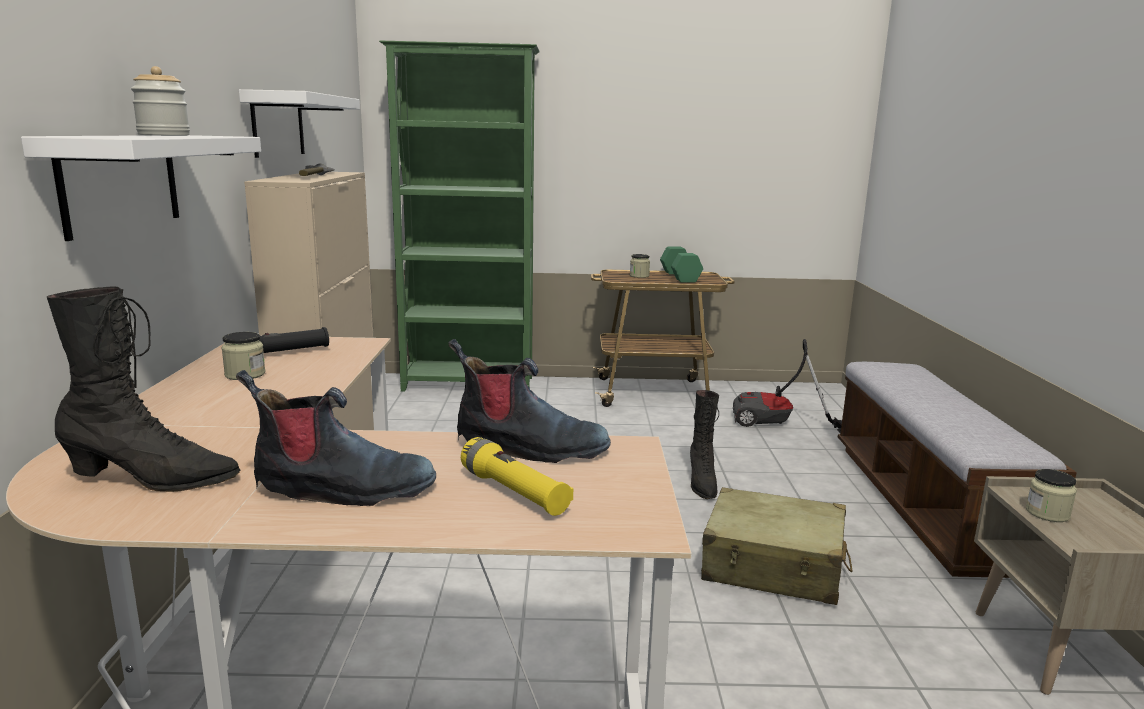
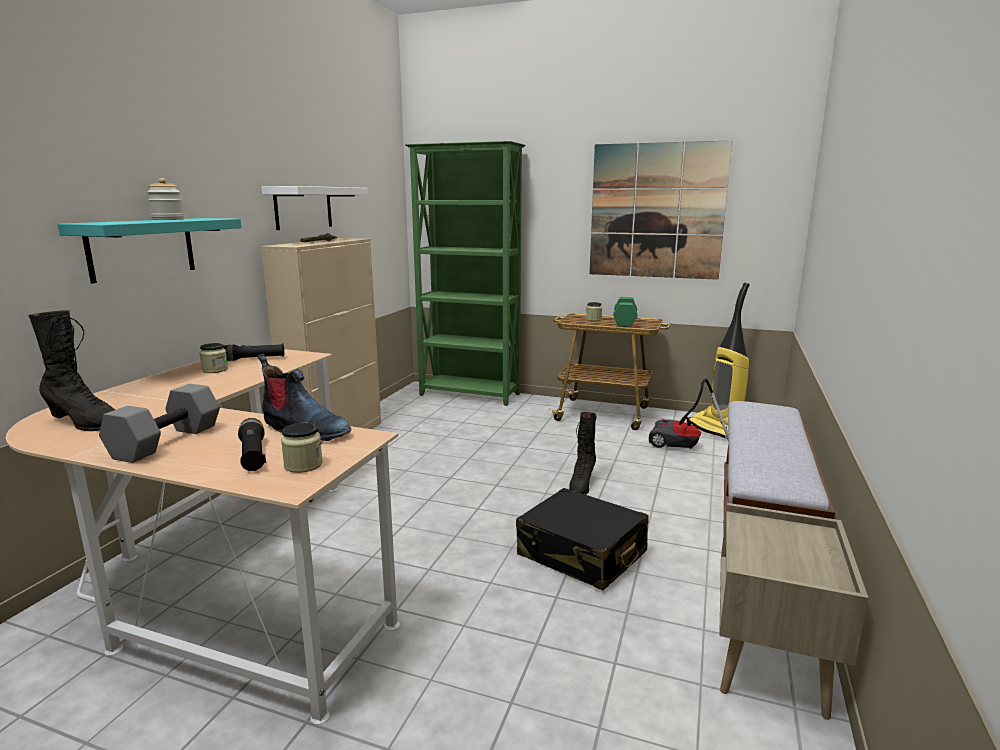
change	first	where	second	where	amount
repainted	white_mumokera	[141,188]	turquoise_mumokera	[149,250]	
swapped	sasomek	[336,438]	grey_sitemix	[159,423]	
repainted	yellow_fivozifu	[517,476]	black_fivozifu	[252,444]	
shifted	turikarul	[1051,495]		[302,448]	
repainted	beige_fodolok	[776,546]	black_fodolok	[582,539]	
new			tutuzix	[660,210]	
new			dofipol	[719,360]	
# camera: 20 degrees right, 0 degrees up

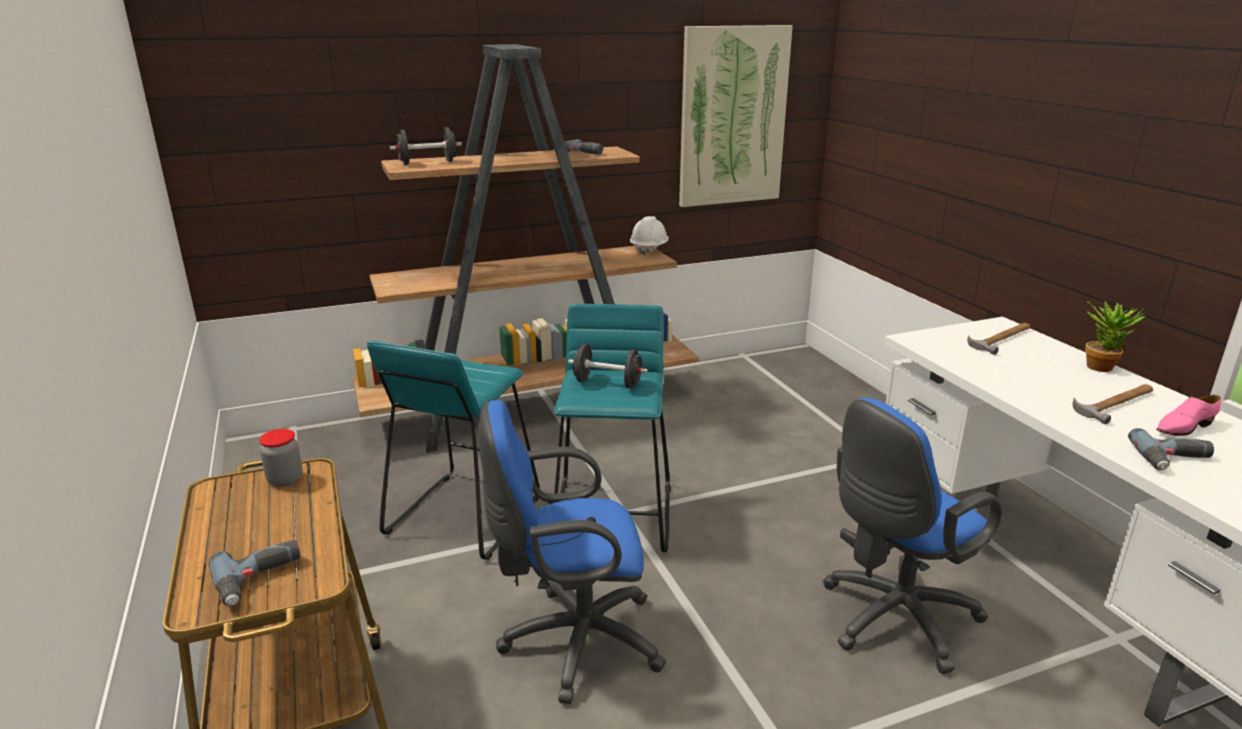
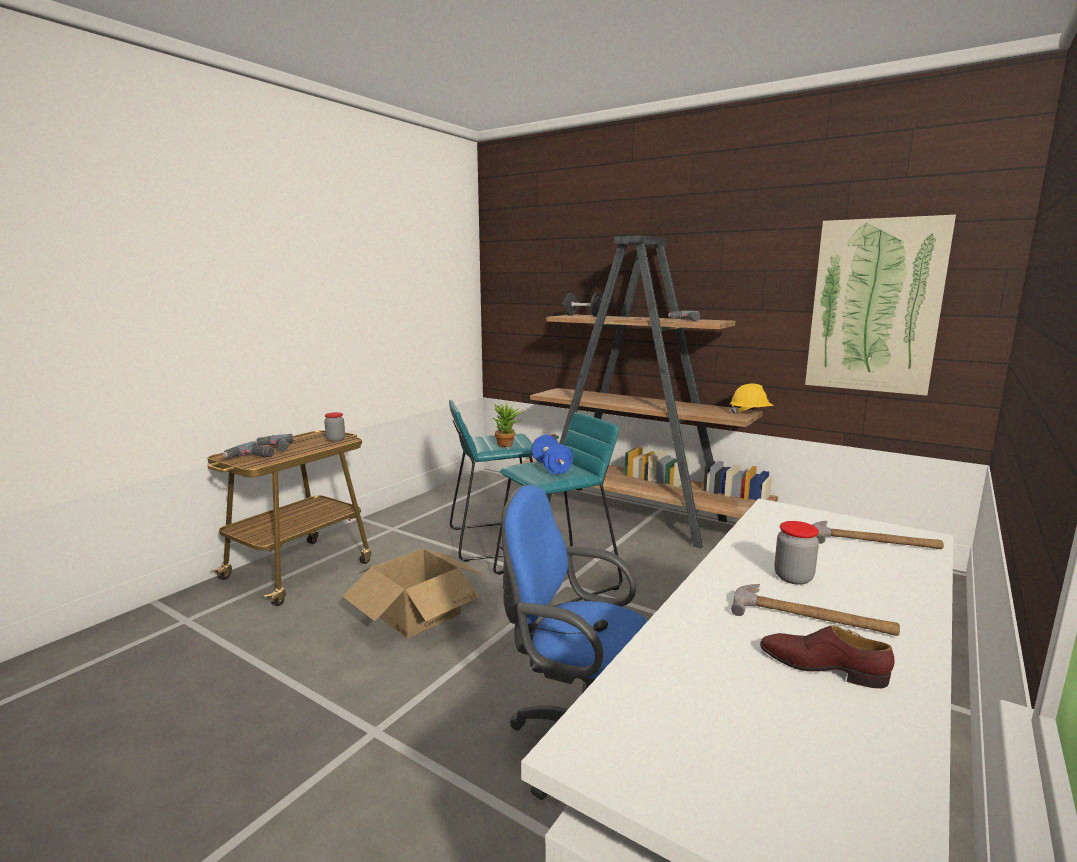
change	first	where	second	where	amount
repainted	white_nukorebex	[649,236]	yellow_nukorebex	[752,399]	
shifted	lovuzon	[1115,336]		[508,425]	
repainted	black_sitemix	[608,366]	blue_sitemix	[552,454]	
repainted	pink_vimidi	[1189,415]	brown_vimidi	[827,657]	
swapped	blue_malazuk	[572,552]	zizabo	[413,593]	
shifted	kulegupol	[1171,449]		[274,443]	
new			turikarul	[796,553]	
# camera: 55 degrees right, 10 degrees down

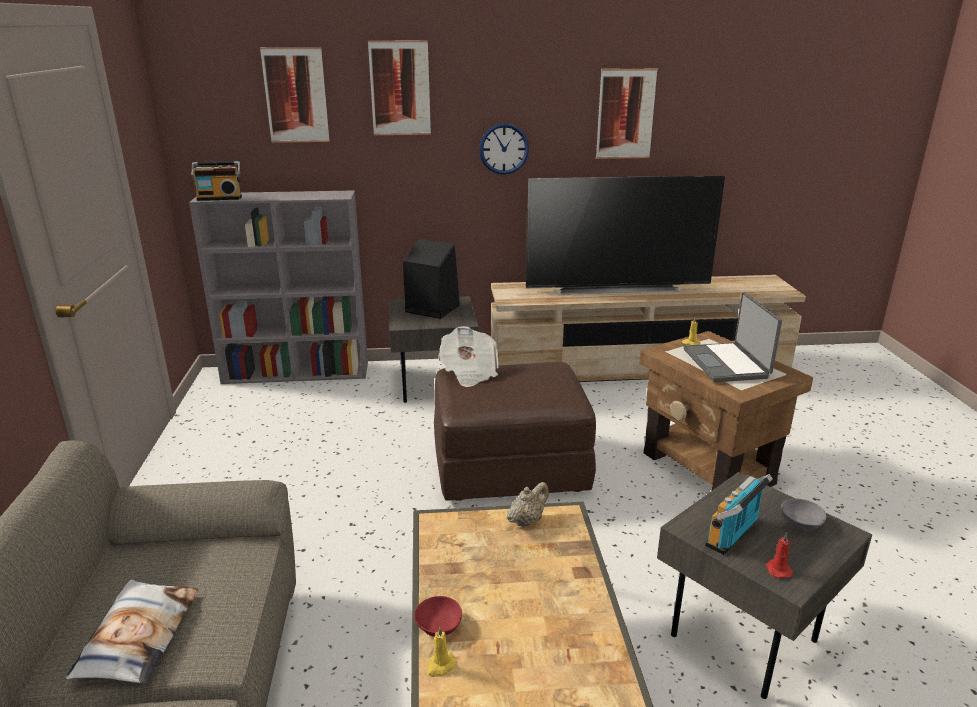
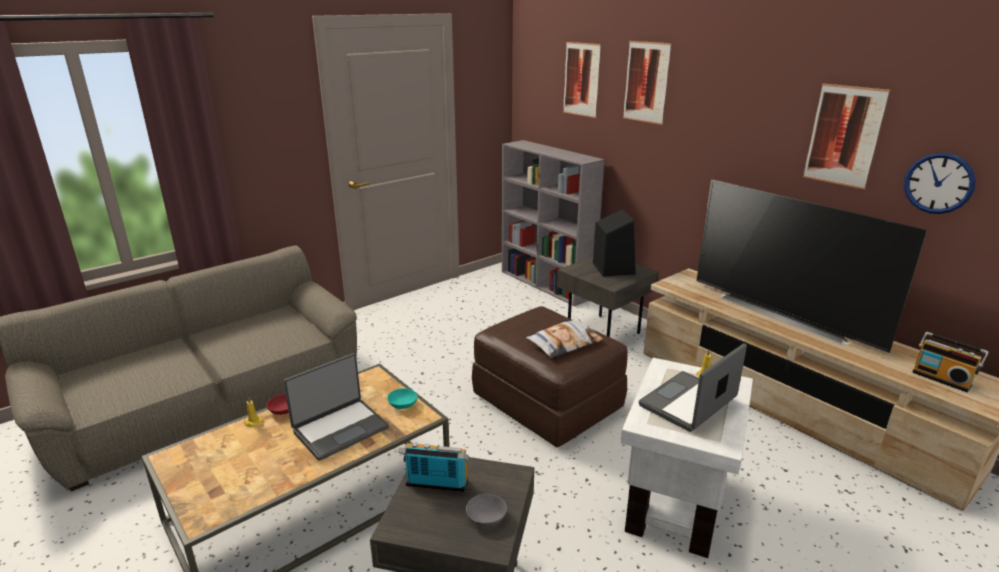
change	first	where	second	where	amount
shifted	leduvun	[504,149]		[940,183]	
shifted	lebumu	[216,181]		[950,362]	
gone	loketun	[468,356]			
repainted	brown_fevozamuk	[726,410]	white_fevozamuk	[687,458]	
swapped	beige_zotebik	[528,505]	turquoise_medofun	[402,398]	
gone	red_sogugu	[779,555]			
shifted	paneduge	[132,632]		[564,338]	
new			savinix	[336,407]	
# camera: 55 degrees right, 0 degrees up

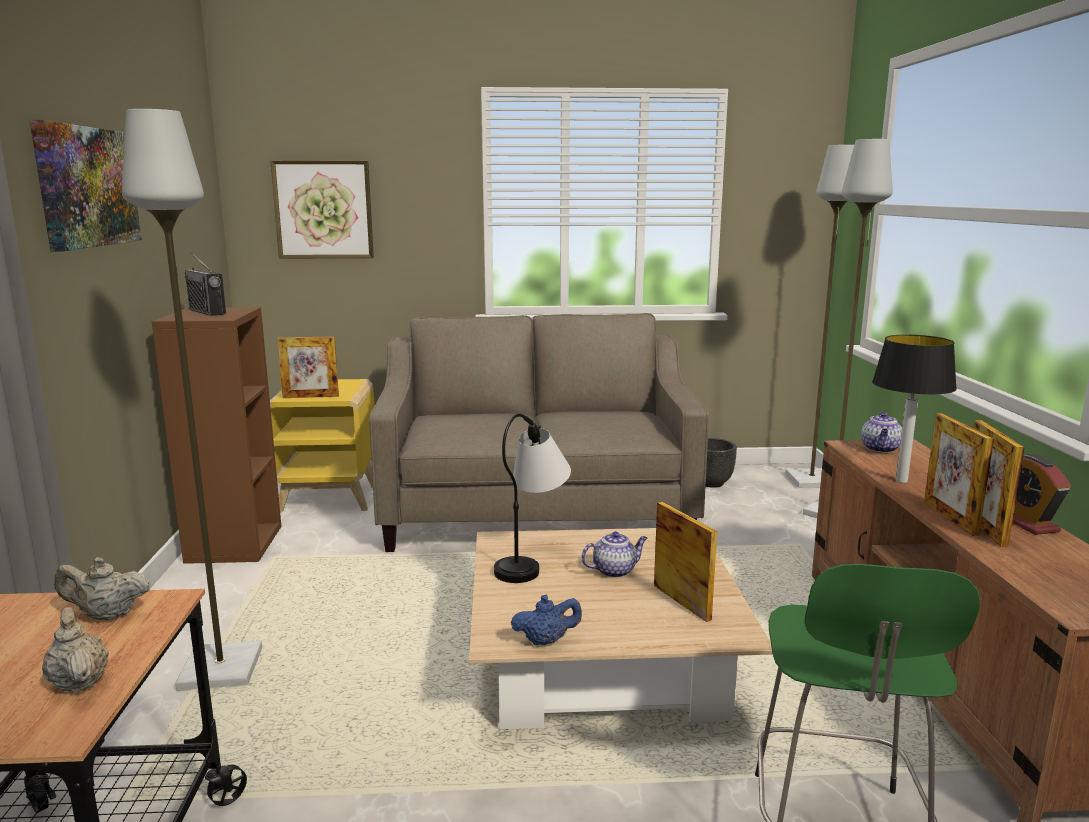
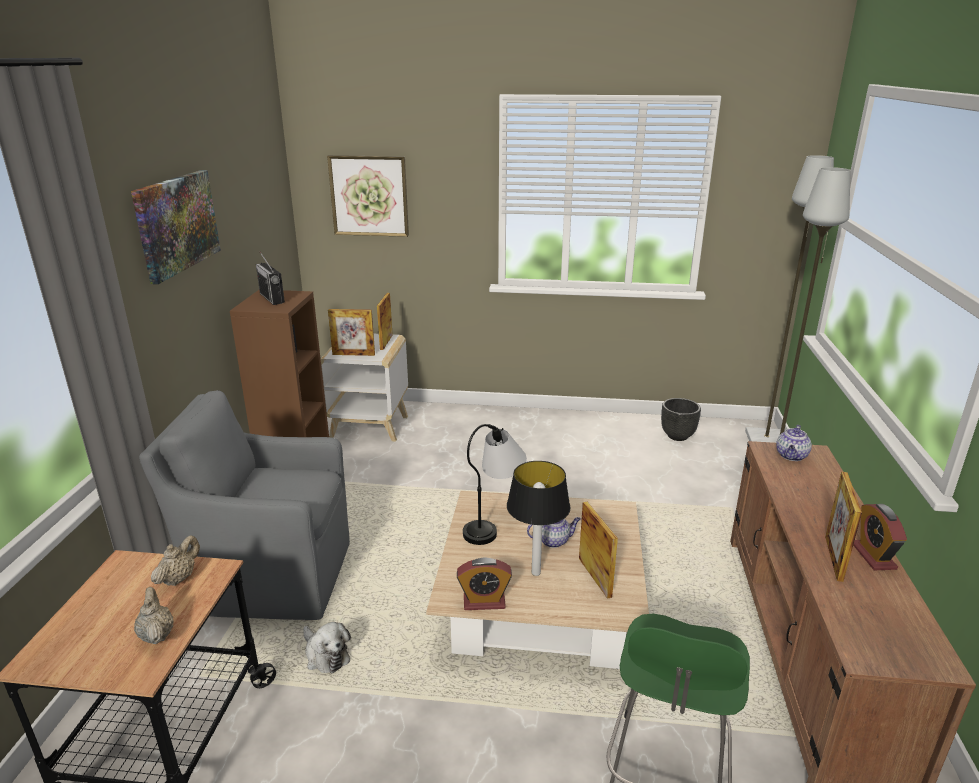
change	first	where	second	where	amount
swapped	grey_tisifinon	[192,400]	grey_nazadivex	[244,505]	
gone	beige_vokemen	[539,432]			
shifted	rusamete	[914,409]		[538,518]	
repainted	yellow_fevozamuk	[322,446]	white_fevozamuk	[364,388]	
shifted	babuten	[959,474]		[385,321]	
rotated	beige_zotebik	[102,588]		[175,560]	105 degrees clockwise
swapped	blue_zotebik	[546,620]	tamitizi	[484,583]	
new			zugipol	[327,648]	
# camera: 10 degrees right, 10 degrees up

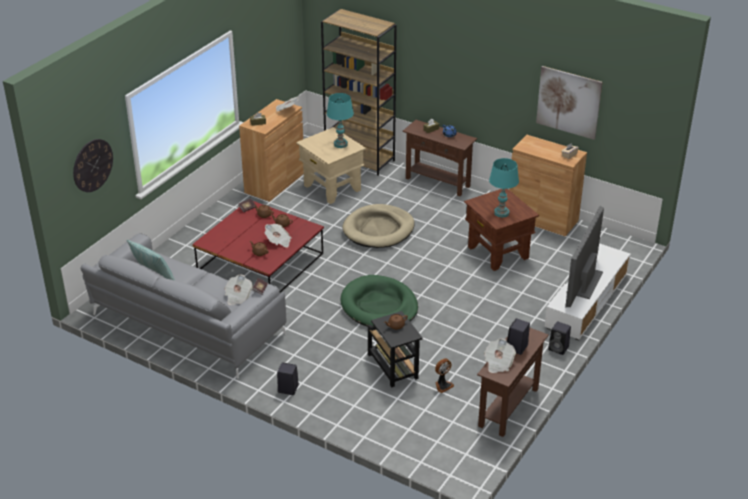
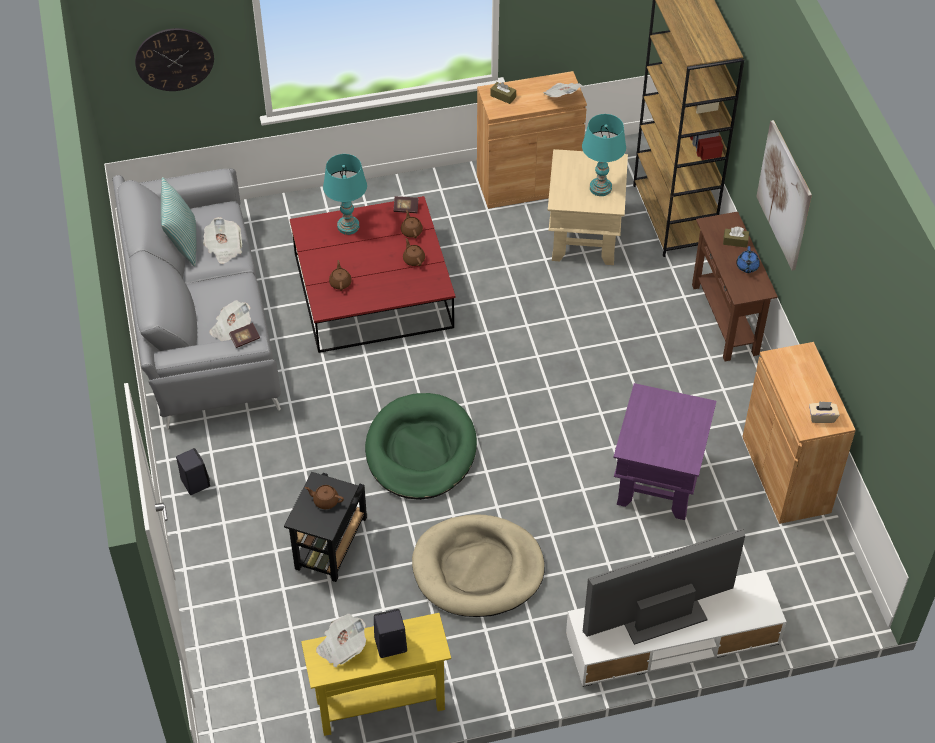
change	first	where	second	where	amount
shifted	tutuzix	[569,103]		[784,195]	
shifted	turquoise_rusamete	[504,187]		[345,194]	
repainted	brown_fevozamuk	[501,230]	purple_fevozamuk	[664,451]	
shifted	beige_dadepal	[378,226]		[478,565]	
shifted	loketun	[278,236]		[222,240]	
gone	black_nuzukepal	[559,338]			
repainted	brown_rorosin	[513,382]	yellow_rorosin	[376,674]	
gone	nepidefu	[444,376]			
# camera: 45 degrees right, 15 degrees up

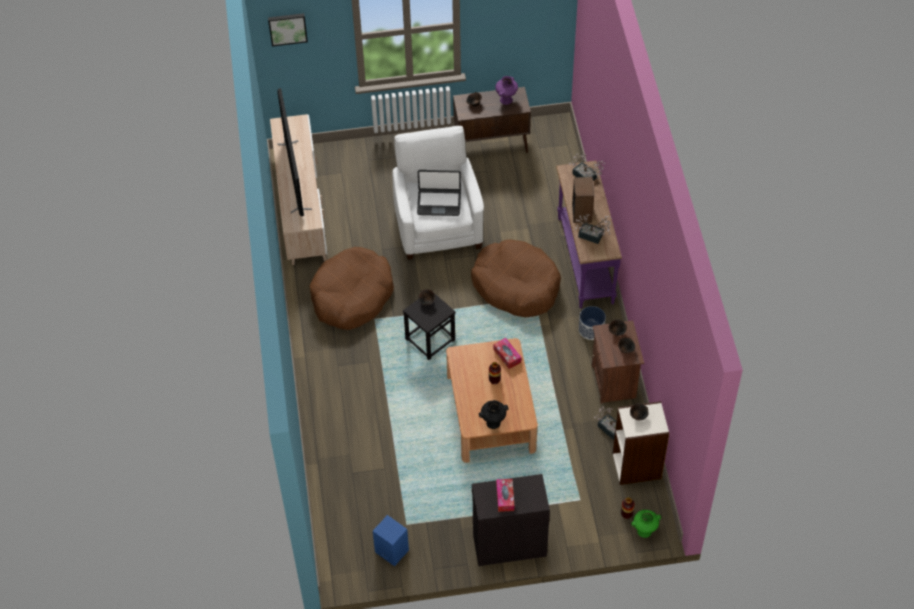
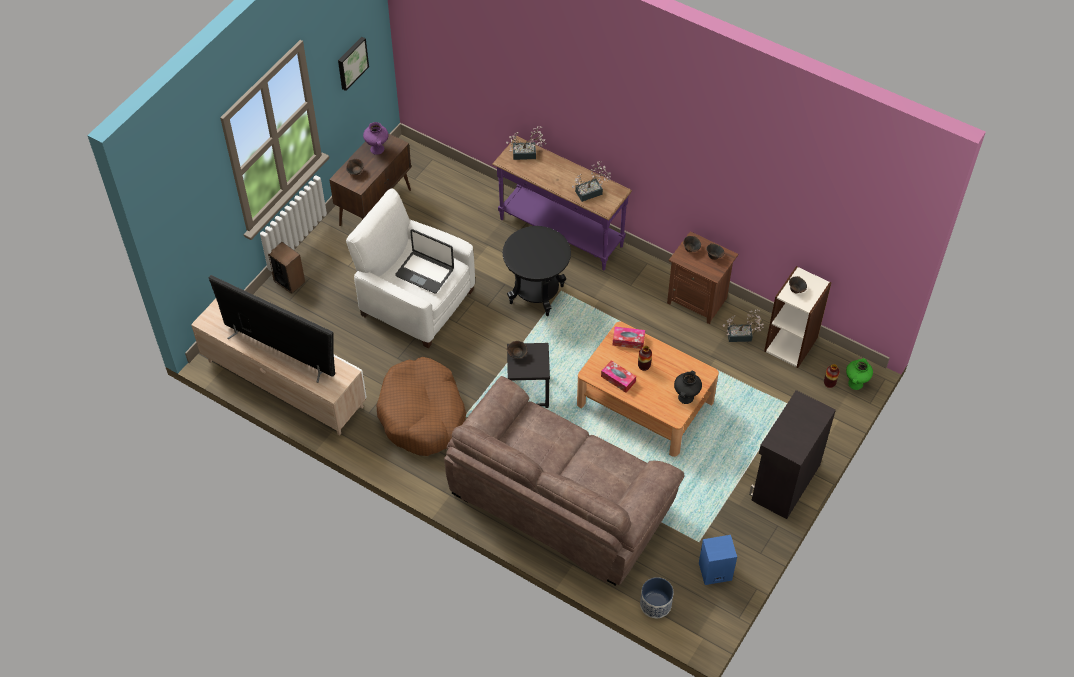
change	first	where	second	where	amount
shifted	tutuzix	[288,30]		[353,64]	
rotated	savinix	[439,193]		[424,261]	75 degrees clockwise
shifted	nuzukepal	[583,200]		[286,268]	
swapped	brown_dadepal	[516,278]	black_fevozamuk	[537,271]	
shifted	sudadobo	[592,323]		[657,597]	
shifted	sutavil	[505,495]		[618,376]	
new			brown_vokemen	[564,481]	
# camera: 50 degrees left, 0 degrees up

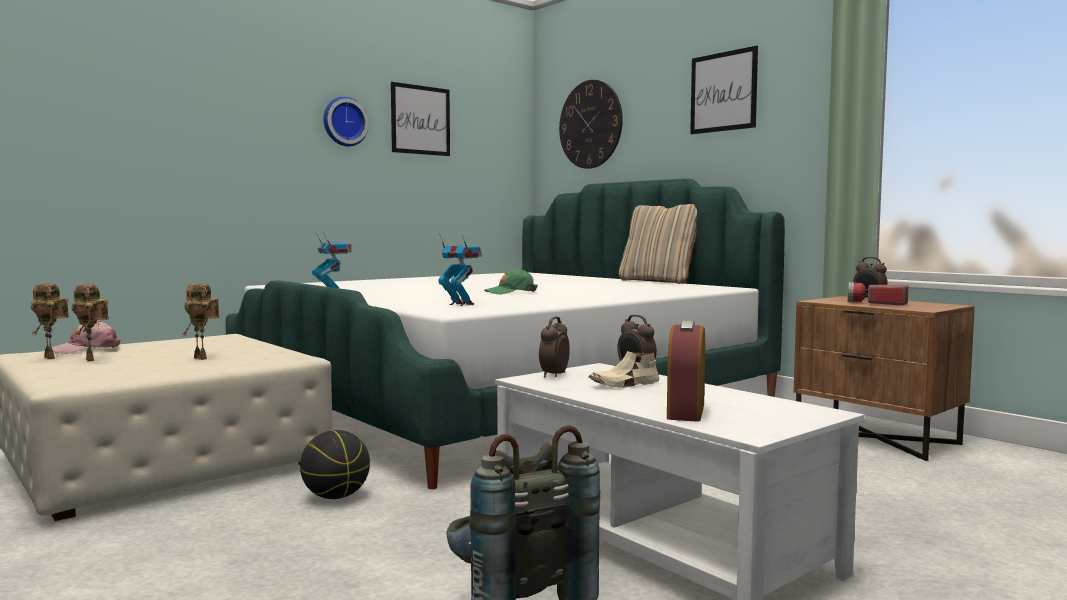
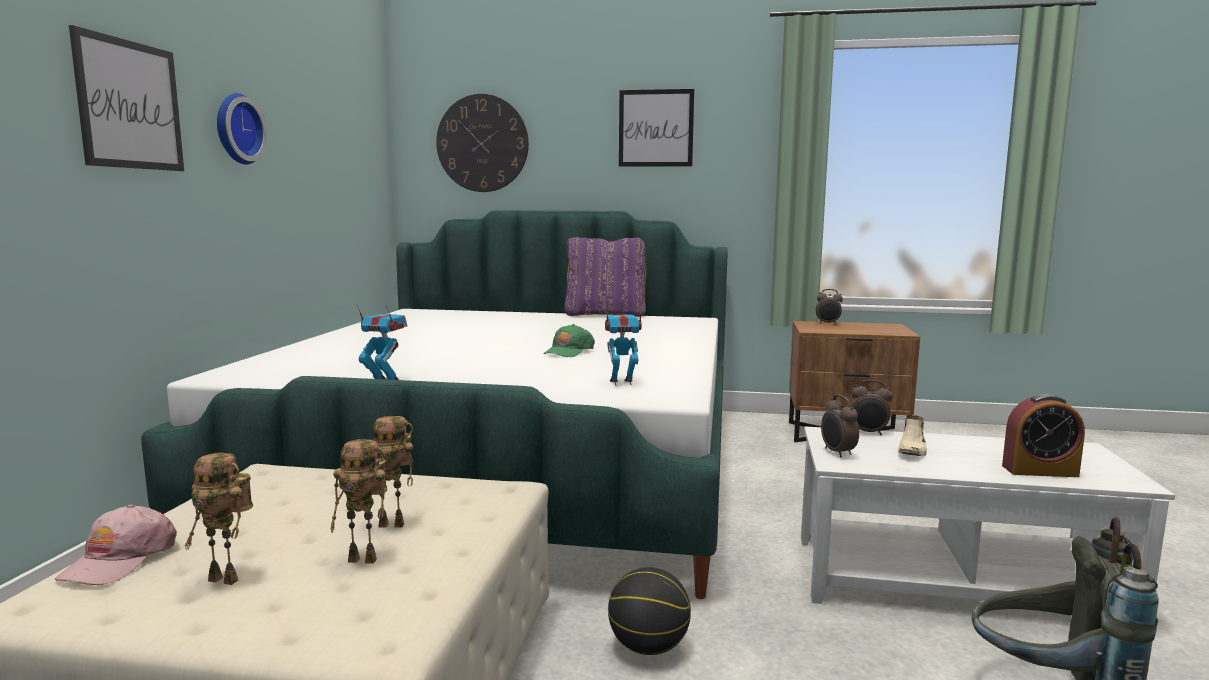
change	first	where	second	where	amount
shifted	tutuzix	[420,119]		[126,98]	
repainted	beige_paneduge	[658,244]	purple_paneduge	[605,277]	
gone	fivozifu	[878,293]			
shifted	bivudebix	[50,321]		[359,501]	
rotated	tamitizi	[686,371]		[1043,435]	60 degrees counterclockwise
# camera: 40 degrees left, 5 degrees up

